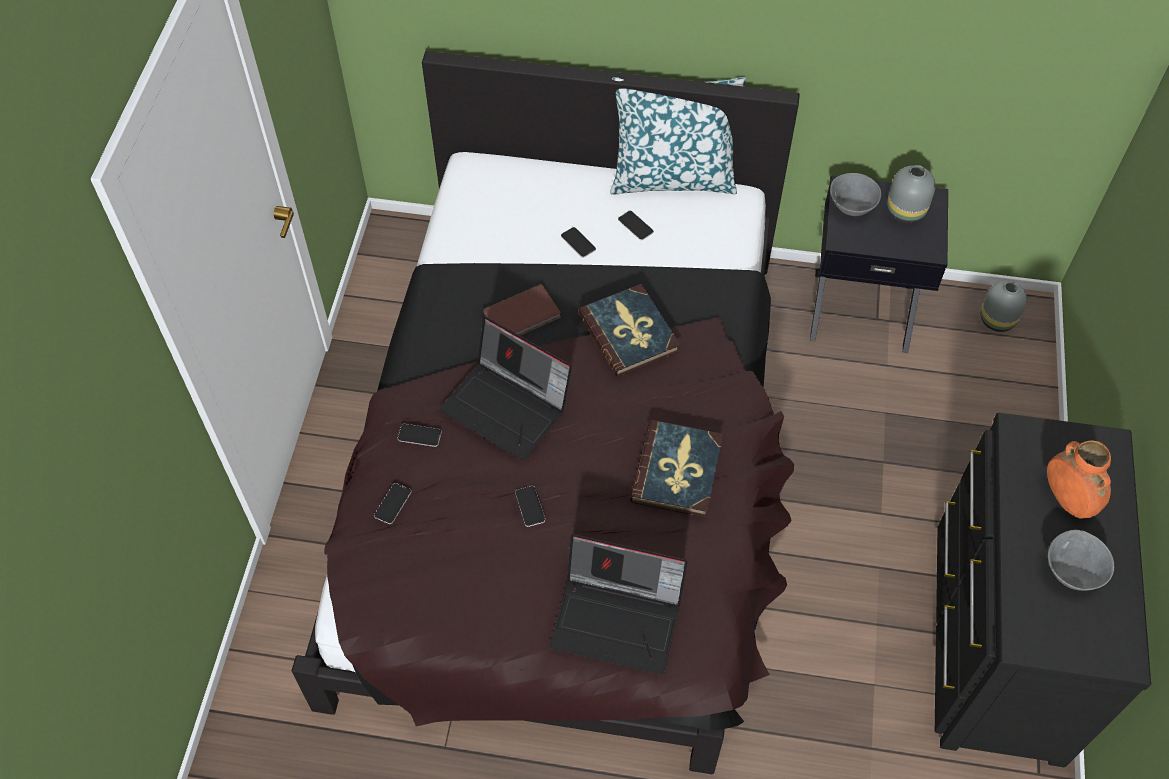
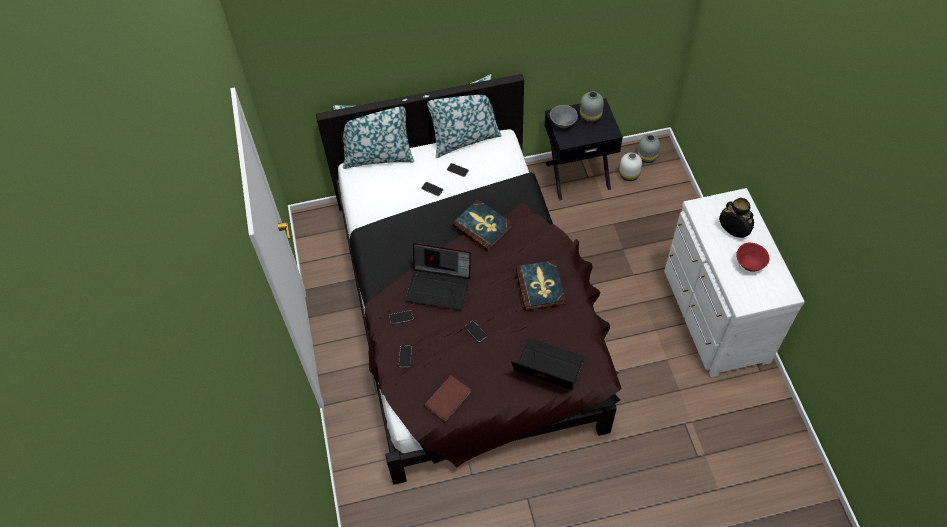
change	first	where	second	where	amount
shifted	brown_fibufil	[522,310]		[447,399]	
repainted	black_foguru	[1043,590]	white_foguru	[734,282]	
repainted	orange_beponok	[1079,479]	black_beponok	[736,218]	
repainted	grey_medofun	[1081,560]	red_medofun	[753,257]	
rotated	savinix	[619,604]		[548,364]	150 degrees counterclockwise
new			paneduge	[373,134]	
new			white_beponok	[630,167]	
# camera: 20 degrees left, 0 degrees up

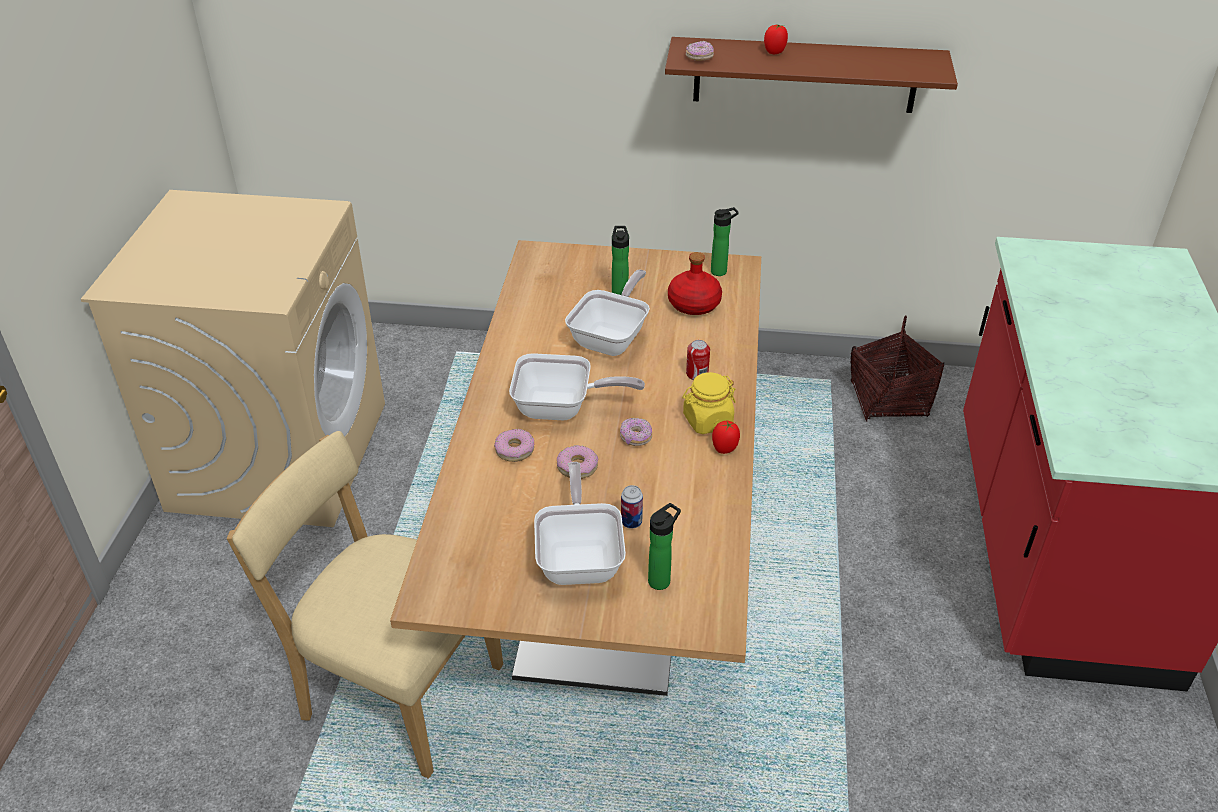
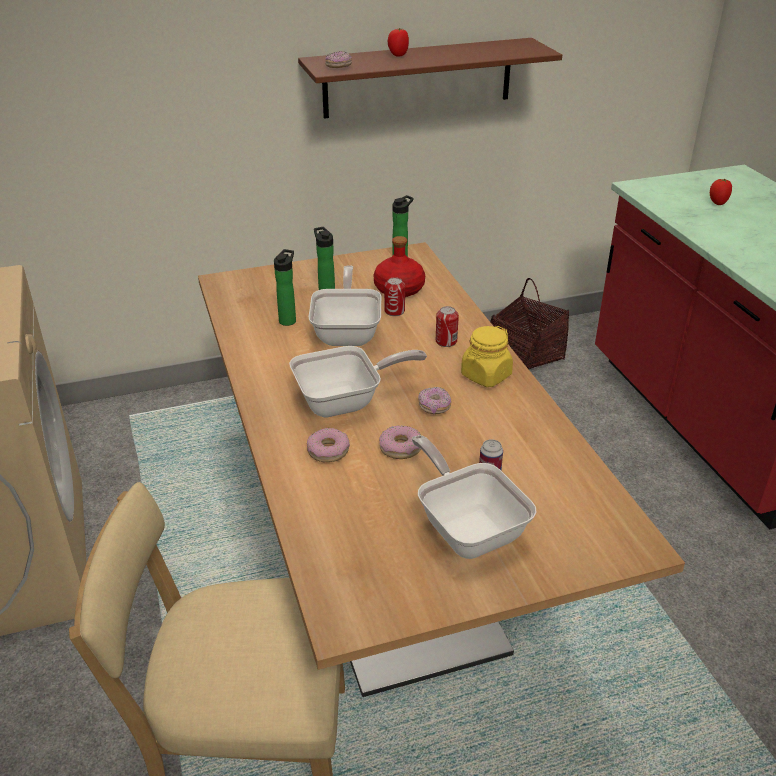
change	first	where	second	where	amount
shifted	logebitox	[726,437]		[721,192]	
shifted	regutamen	[664,546]		[285,287]	
new			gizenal	[394,296]	
# camera: 25 degrees left, 5 degrees down

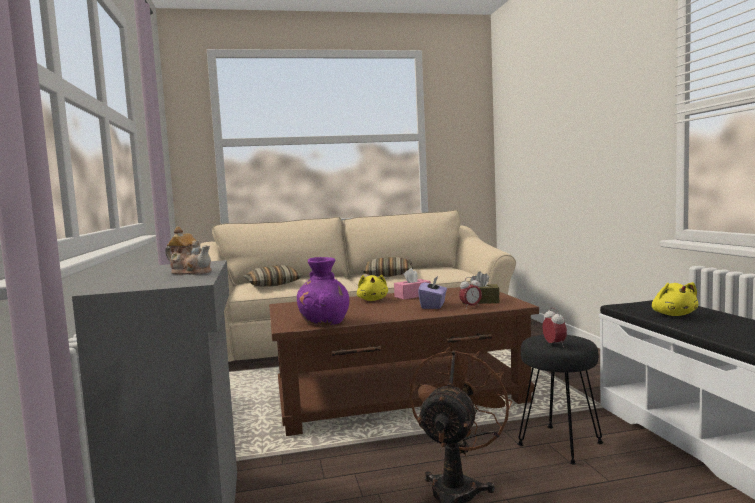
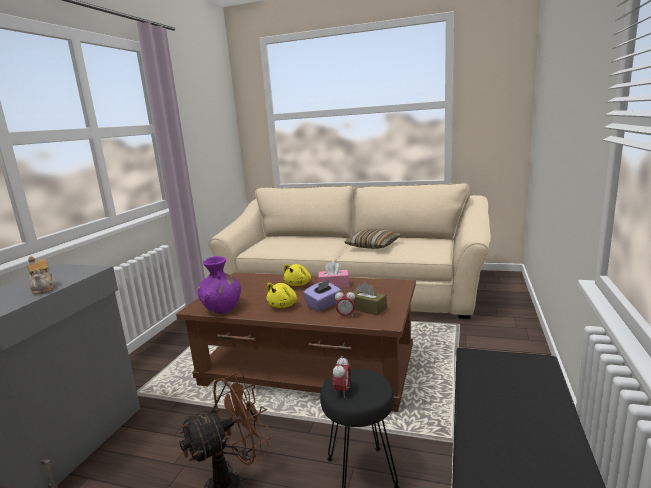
change	first	where	second	where	amount
gone	paneduge	[272,275]			
shifted	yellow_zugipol	[675,299]		[282,295]	
# camera: 30 degrees right, 10 degrees up

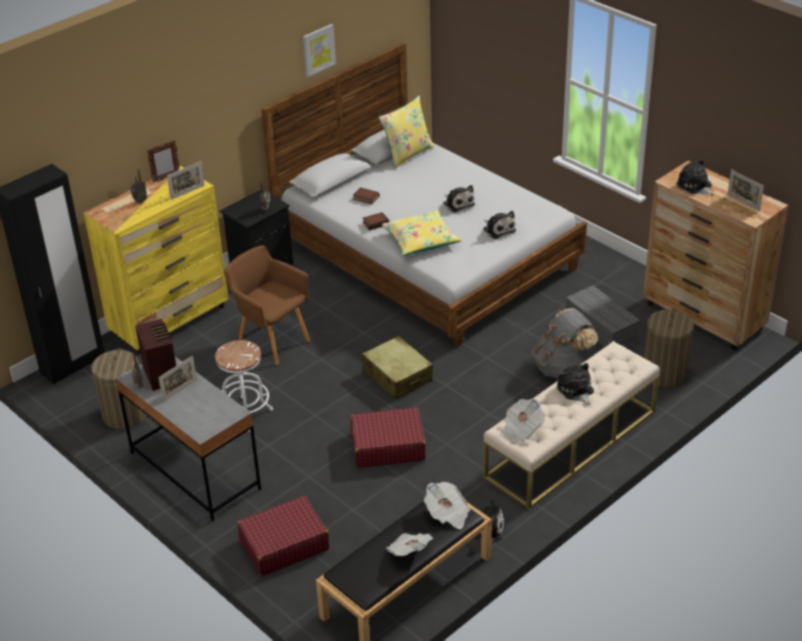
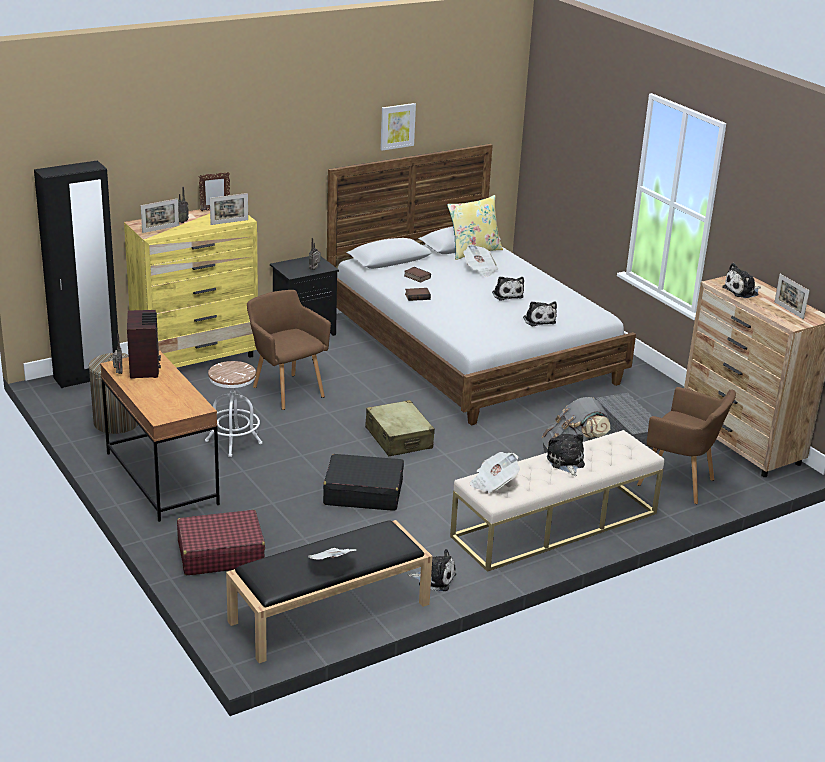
change	first	where	second	where	amount
rotated	zugipol	[696,176]		[741,280]	90 degrees counterclockwise
gone	yellow_paneduge	[421,233]			
swapped	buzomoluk	[669,348]	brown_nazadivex	[686,445]	
shifted	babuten	[177,378]		[160,215]	
repainted	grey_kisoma	[188,439]	brown_kisoma	[160,436]	
repainted	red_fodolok	[388,437]	black_fodolok	[363,482]	
shifted	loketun	[447,505]		[480,260]	
# camera: 10 degrees right, 10 degrees down

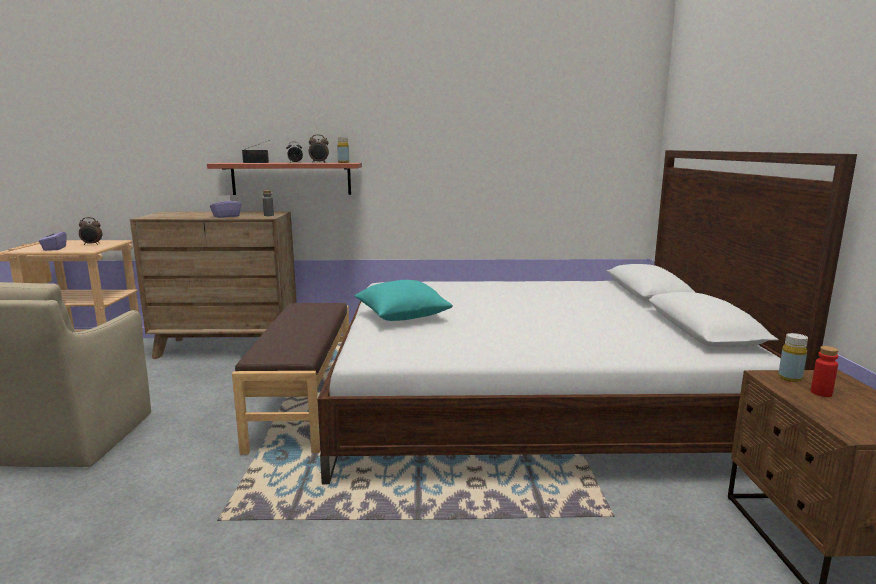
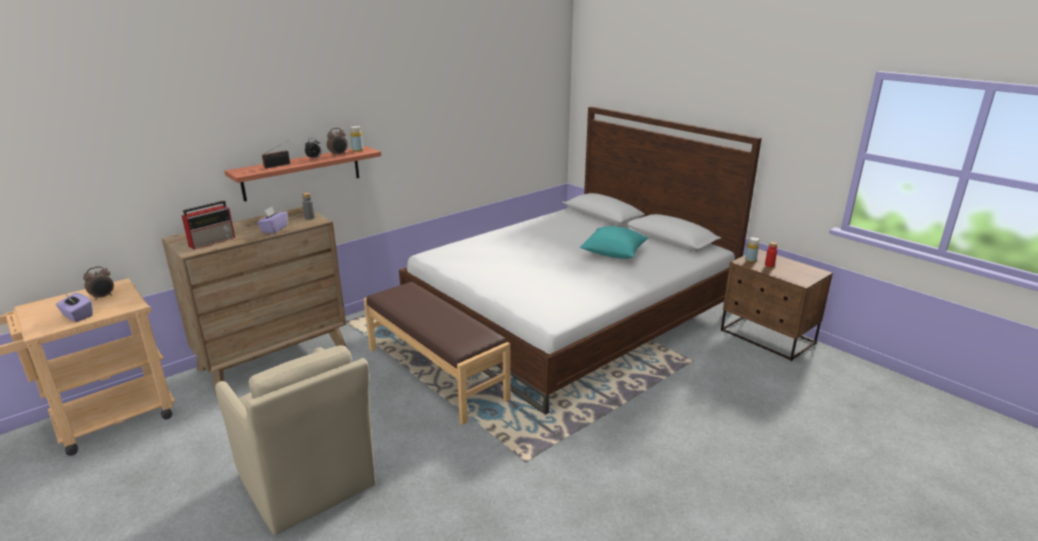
change	first	where	second	where	amount
shifted	turquoise_paneduge	[403,300]		[614,242]	
new			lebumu	[208,225]	
# camera: 40 degrees left, 10 degrees up

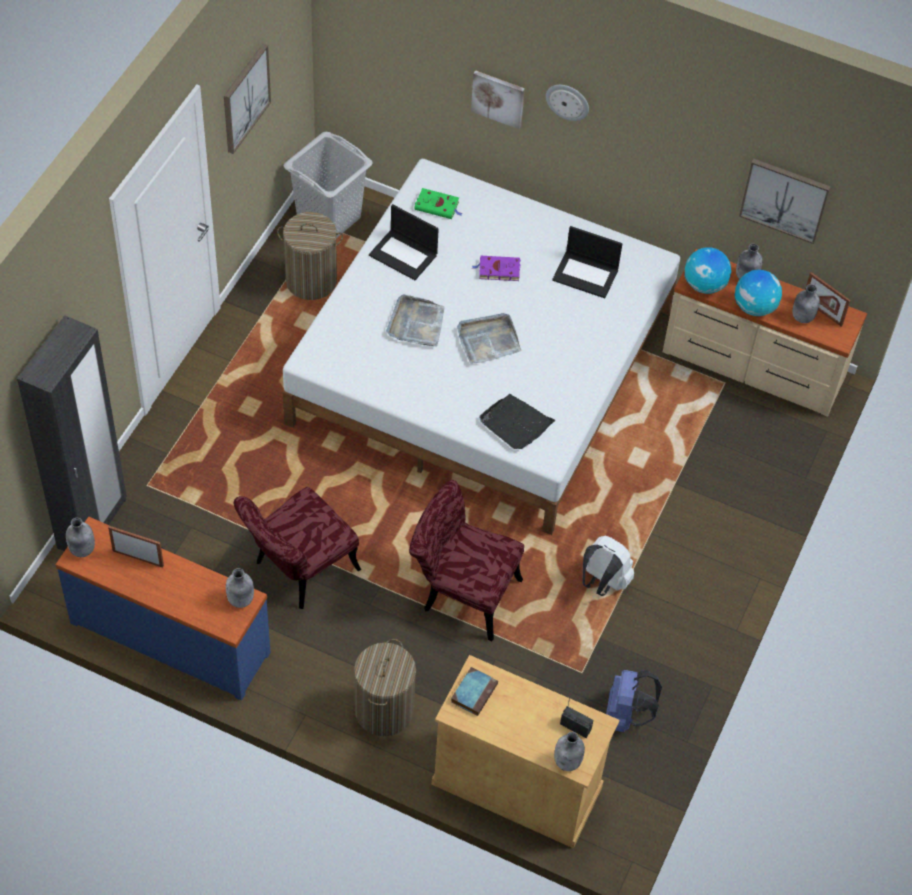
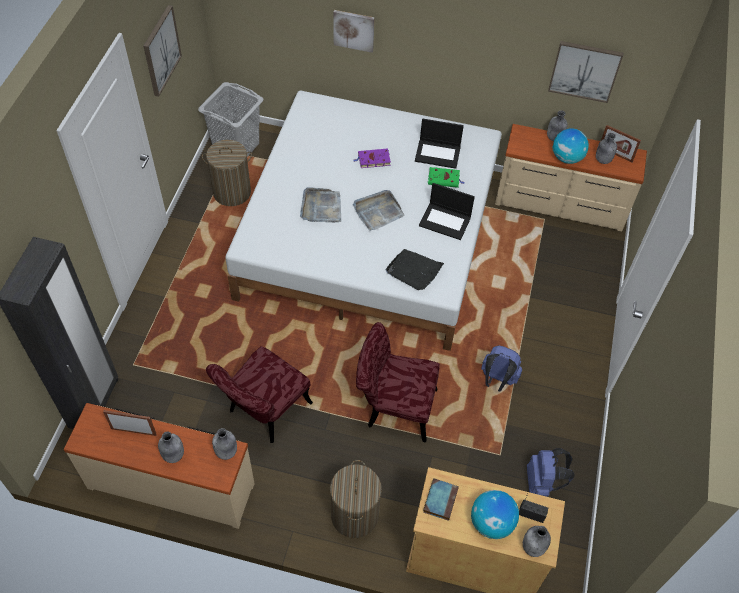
change	first	where	second	where	amount
gone	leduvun	[567,103]			
shifted	green_fibufil	[438,203]		[446,177]	
shifted	savinix	[404,242]		[447,211]	
shifted	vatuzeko	[707,270]		[495,514]	
repainted	blue_foguru	[163,608]	beige_foguru	[159,466]	
shifted	grey_regutamen	[80,537]		[171,447]	
repainted	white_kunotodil	[608,566]	blue_kunotodil	[501,368]	
# camera: 10 degrees left, 0 degrees up

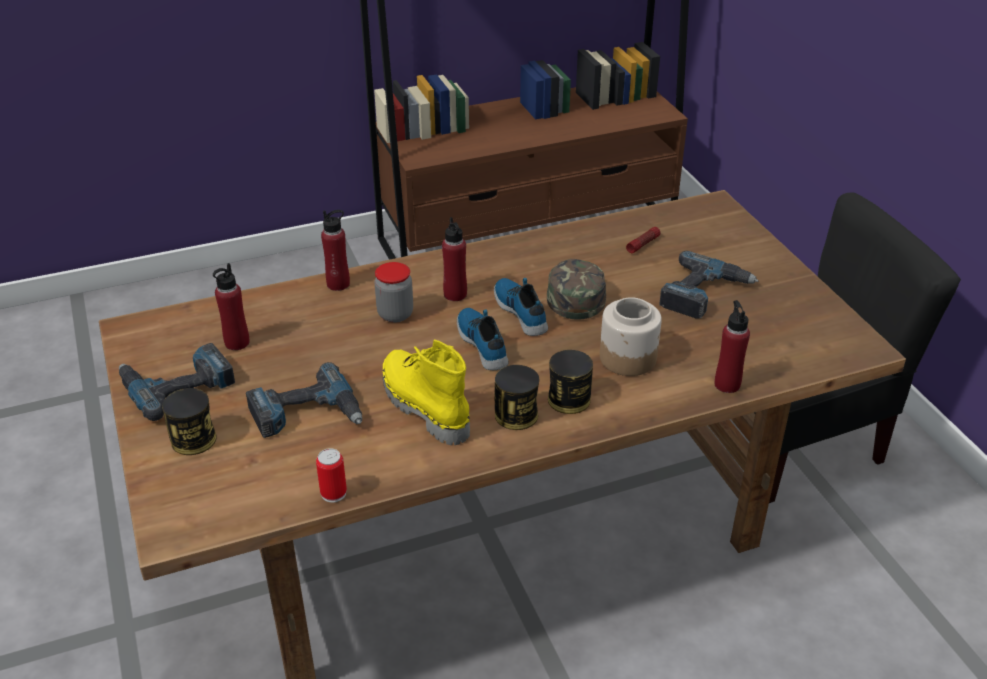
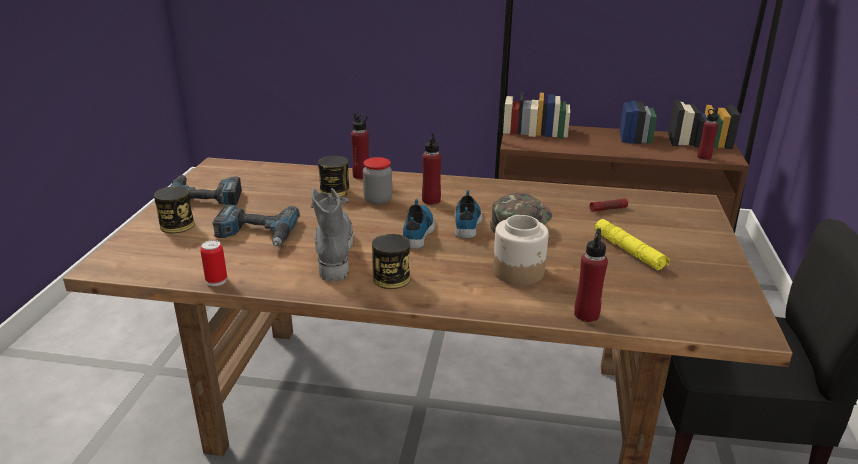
change	first	where	second	where	amount
swapped	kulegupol	[709,285]	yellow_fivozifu	[632,244]	
shifted	red_regutamen	[231,306]		[708,134]	
repainted	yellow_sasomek	[426,392]	grey_sasomek	[331,235]	
shifted	gizenal	[570,382]		[334,176]	
# camera: 30 degrees right, 10 degrees down

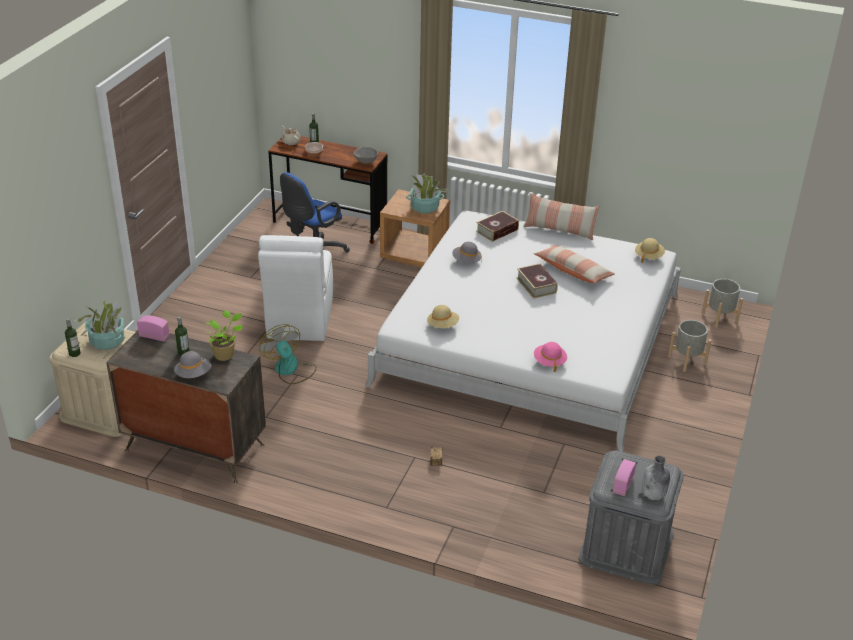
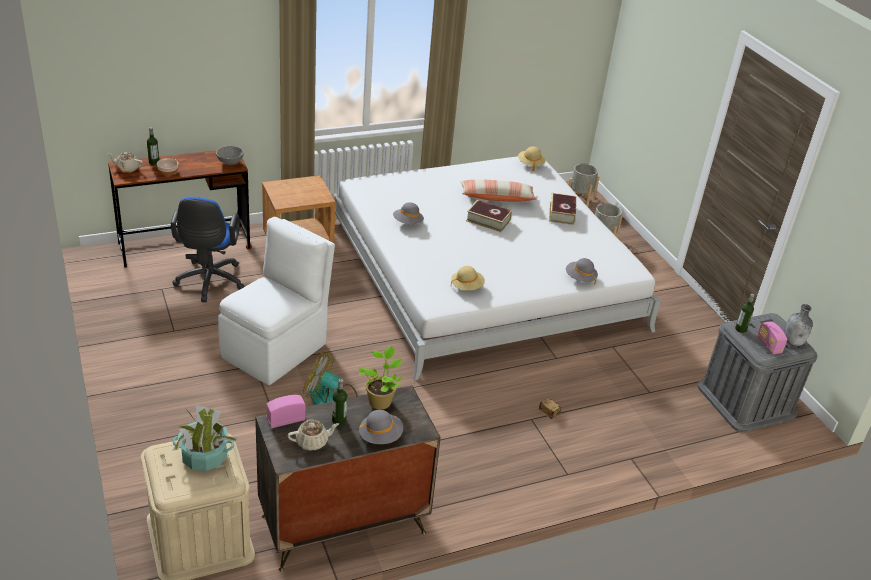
change	first	where	second	where	amount
gone	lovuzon	[426,193]			
gone	paneduge	[561,216]			
shifted	fibufil	[497,226]		[562,209]	
rotated	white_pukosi	[295,288]		[276,301]	105 degrees counterclockwise
shifted	regutamen	[72,337]		[745,313]	
repainted	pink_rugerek	[550,357]	grey_rugerek	[582,271]	
new			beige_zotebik	[313,435]	
# camera: 45 degrees left, 0 degrees up

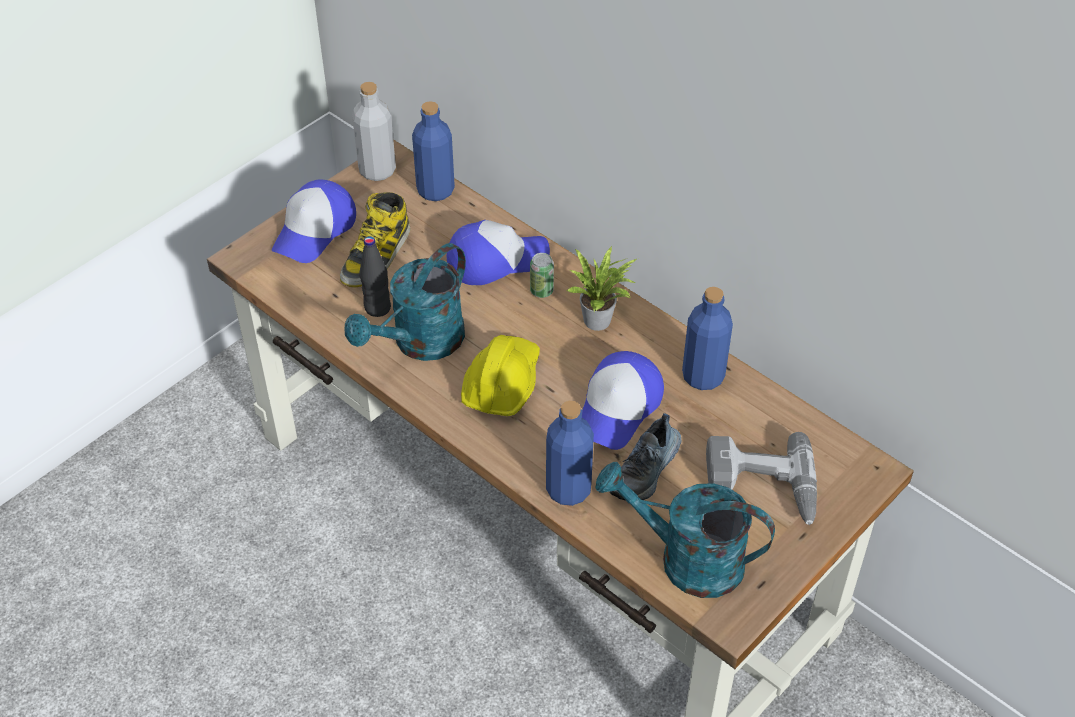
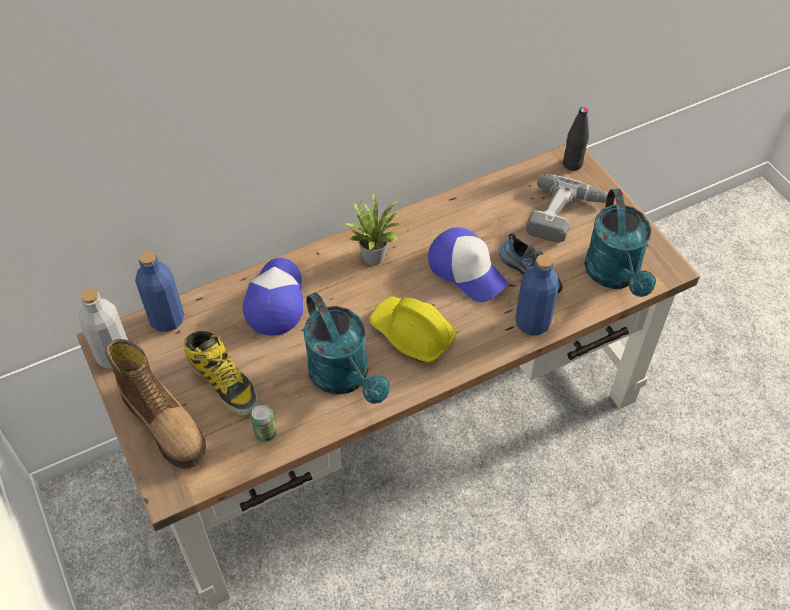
change	first	where	second	where	amount
swapped	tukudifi	[314,221]	sasomek	[156,404]	
shifted	black_regutamen	[375,276]		[576,139]	
shifted	gizenal	[542,275]		[263,423]	
gone	blue_regutamen	[707,338]			
rotated	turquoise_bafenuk	[685,530]		[620,243]	45 degrees counterclockwise
# camera: 70 degrees left, 5 degrees up

